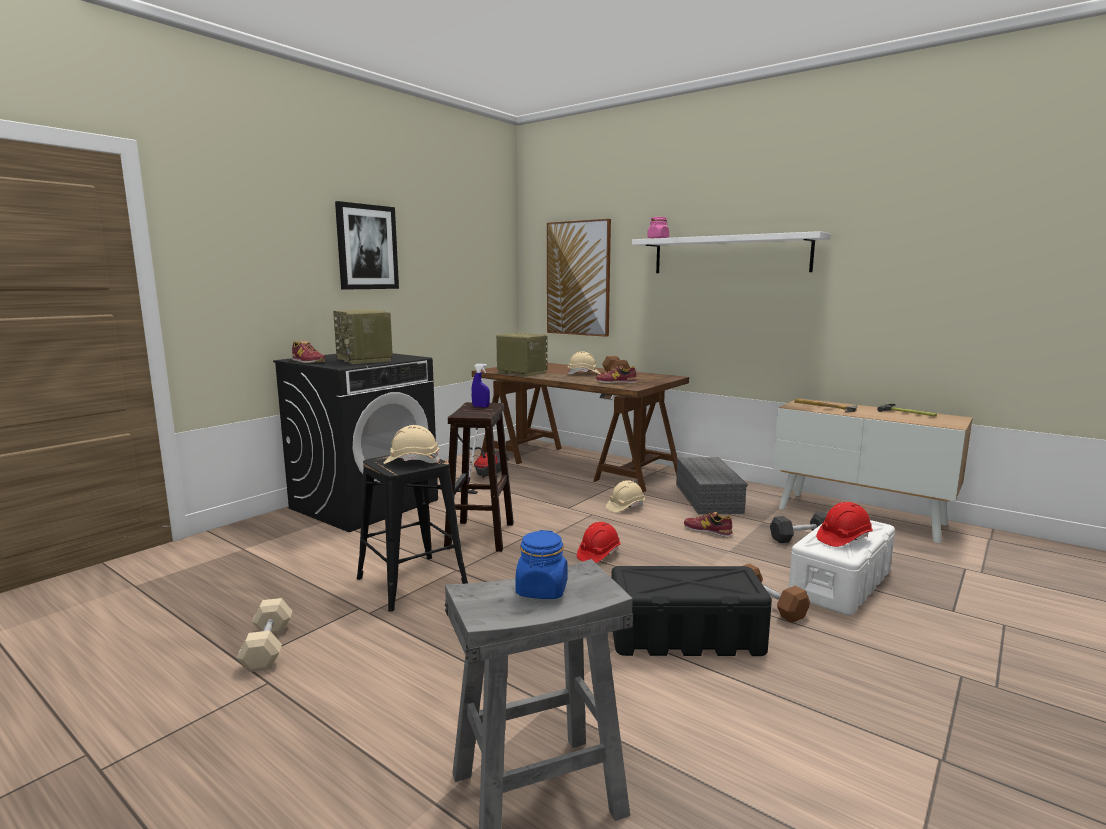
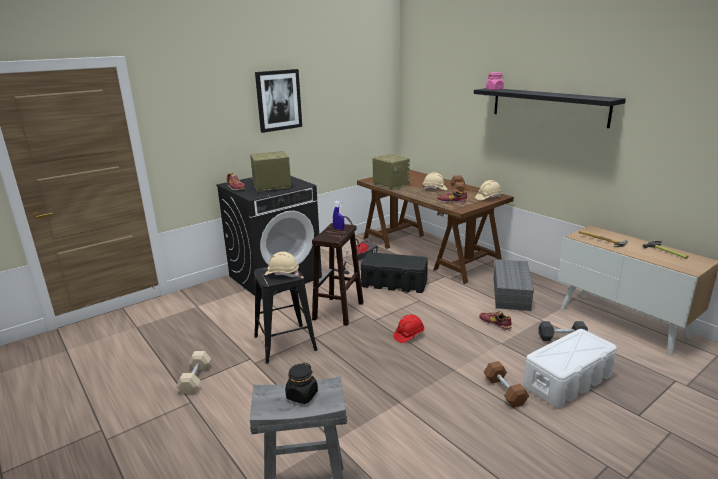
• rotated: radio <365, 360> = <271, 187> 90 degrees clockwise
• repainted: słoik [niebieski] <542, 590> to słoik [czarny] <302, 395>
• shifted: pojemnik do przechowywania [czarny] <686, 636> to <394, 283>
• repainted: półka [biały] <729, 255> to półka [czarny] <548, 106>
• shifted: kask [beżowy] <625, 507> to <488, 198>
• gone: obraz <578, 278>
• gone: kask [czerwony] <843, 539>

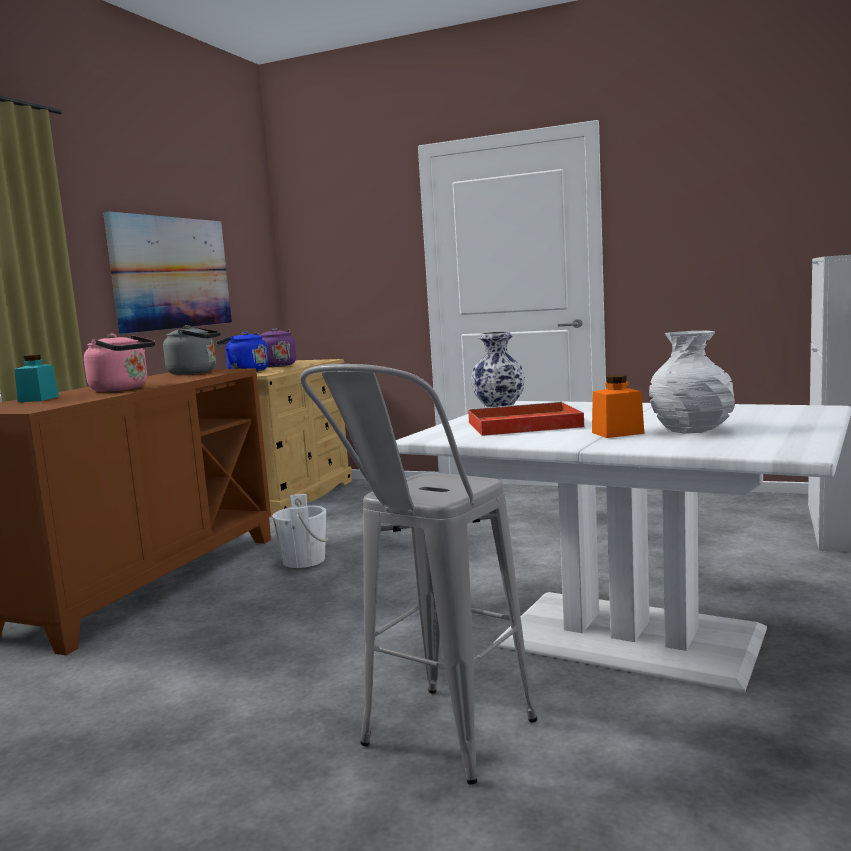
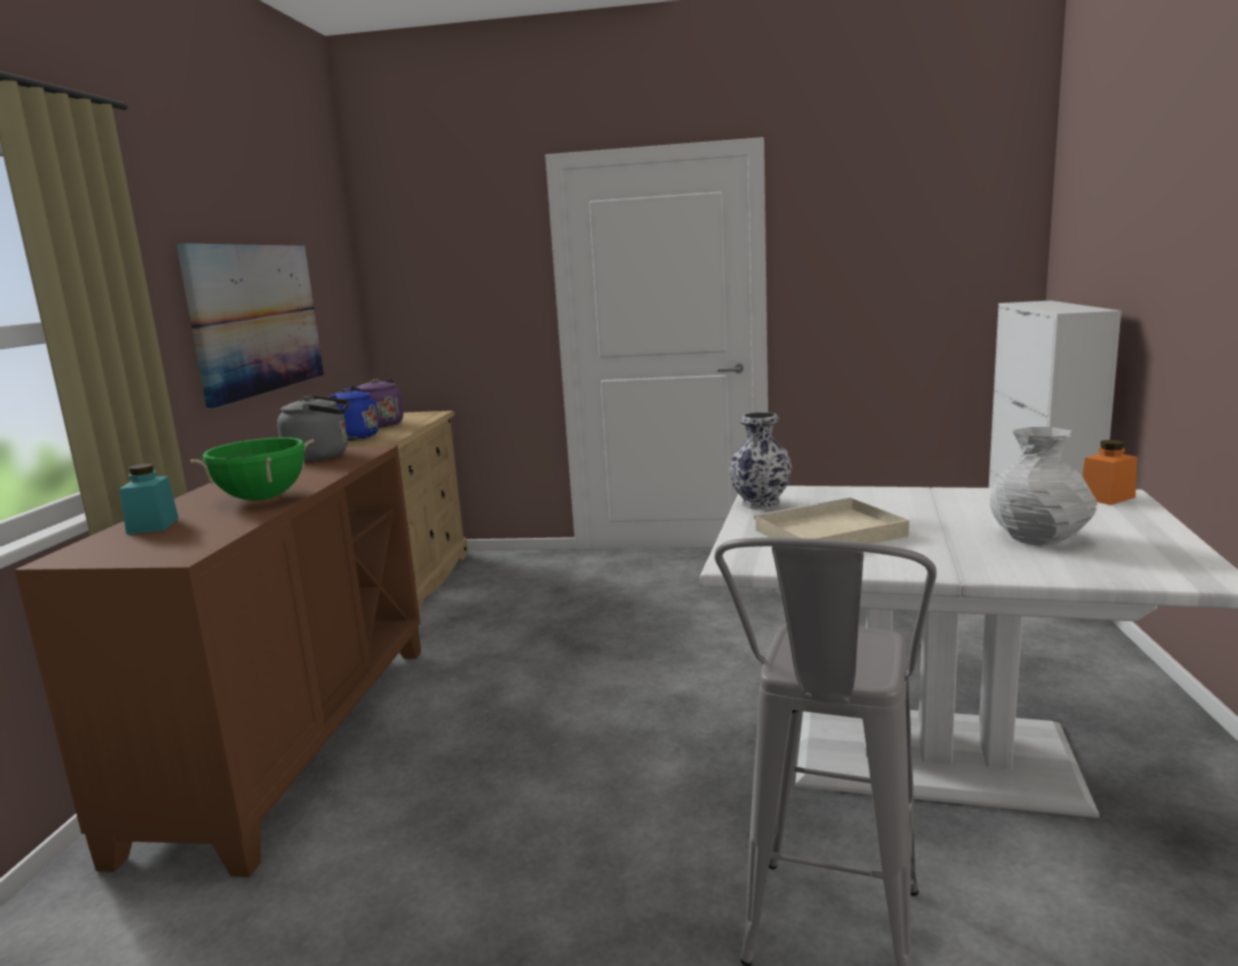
• swapped: czajnik [różowy] <123, 389> to garnek [zielony] <262, 498>
• repainted: taca [czerwony] <521, 425> to taca [beżowy] <827, 534>
• shifted: słoik [pomarańczowy] <617, 433> to <1107, 497>
• gone: wiadro [biały] <304, 560>

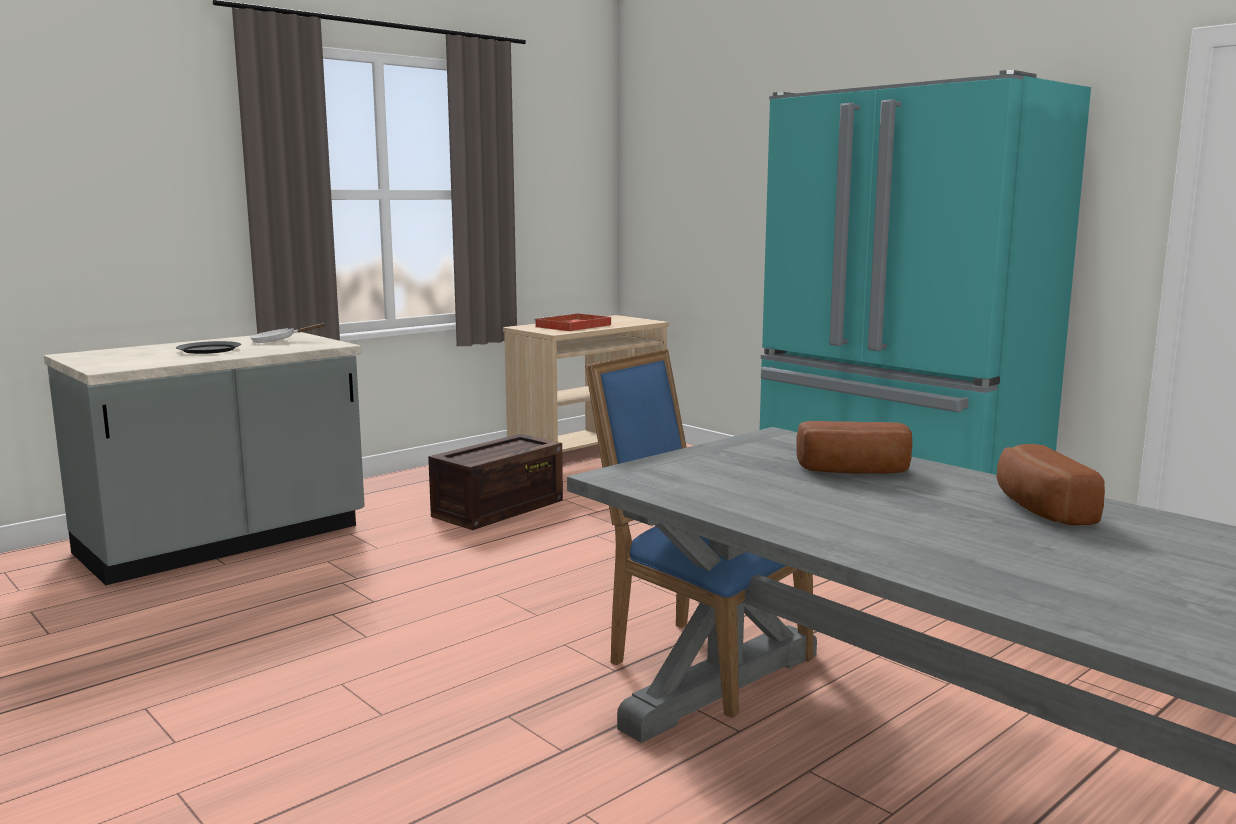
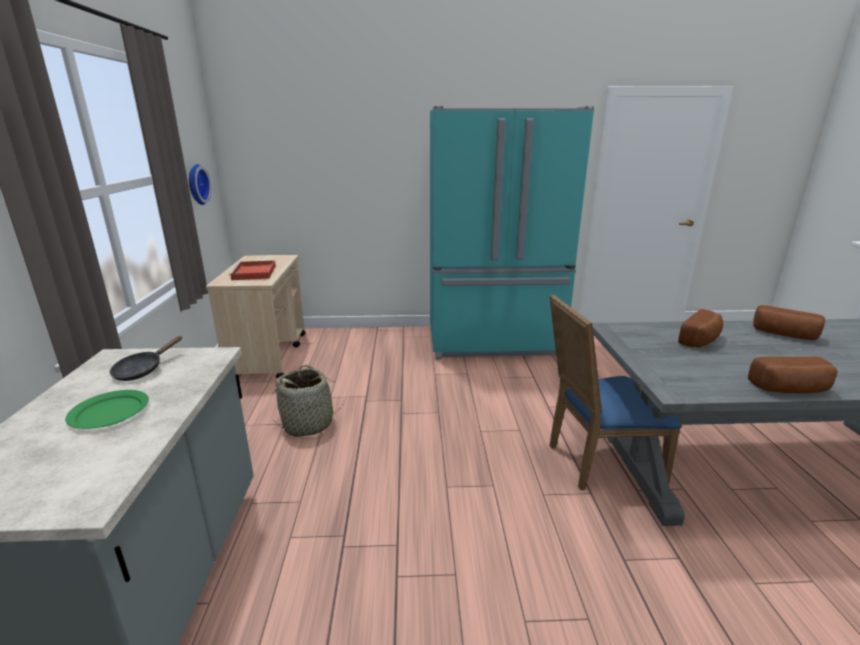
• repainted: talerz [czarny] <209, 350> to talerz [zielony] <110, 412>
• repainted: patelnia [biały] <278, 341> to patelnia [czarny] <142, 370>
• new: zegar ścienny <196, 184>
• swapped: skrzynka <498, 509> to koszyk <308, 424>
• new: chleb <791, 390>

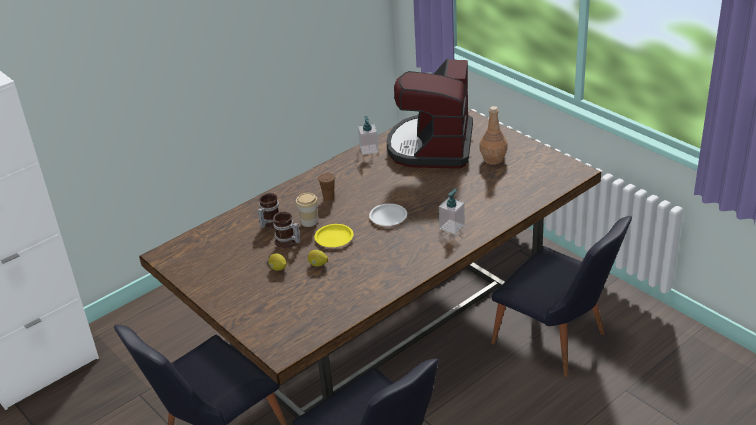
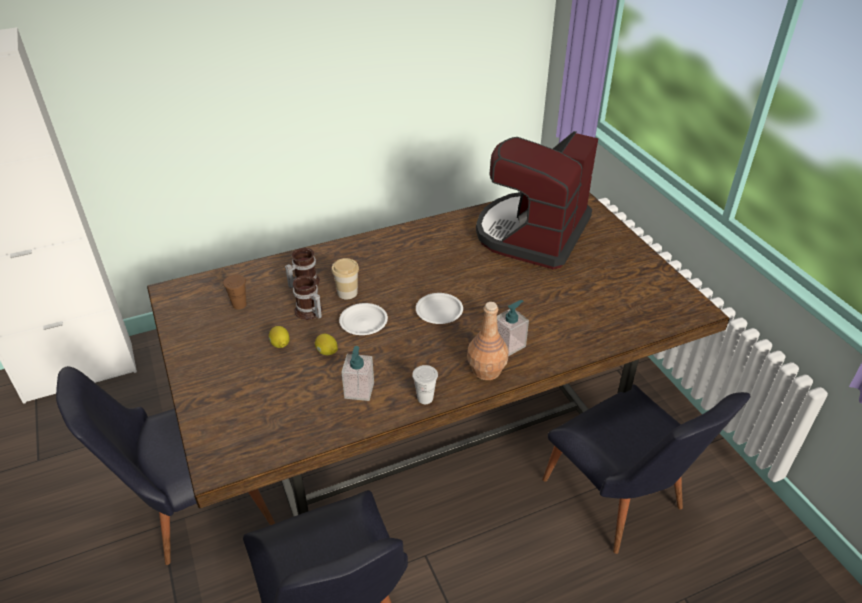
• shifted: filiżanka [brązowy] <328, 197> to <239, 305>
• repainted: talerz [żółty] <334, 238> to talerz [biały] <364, 322>
• shifted: dozownik mydła <369, 149> to <359, 390>
• new: filiżanka [biały] <425, 398>
• shifted: butelka [brązowy] <493, 159> to <486, 370>

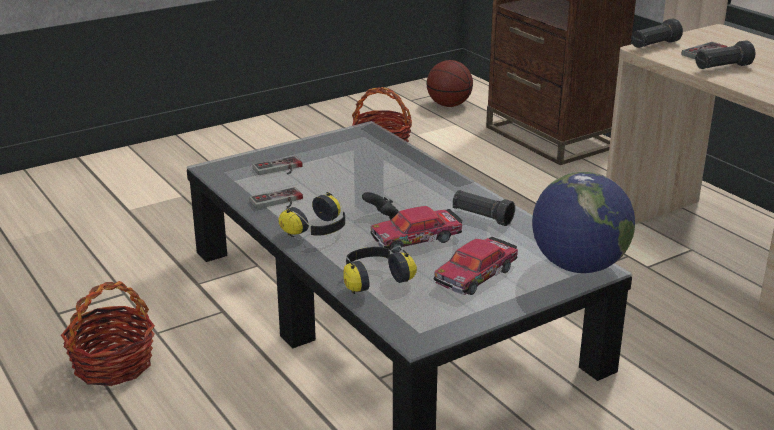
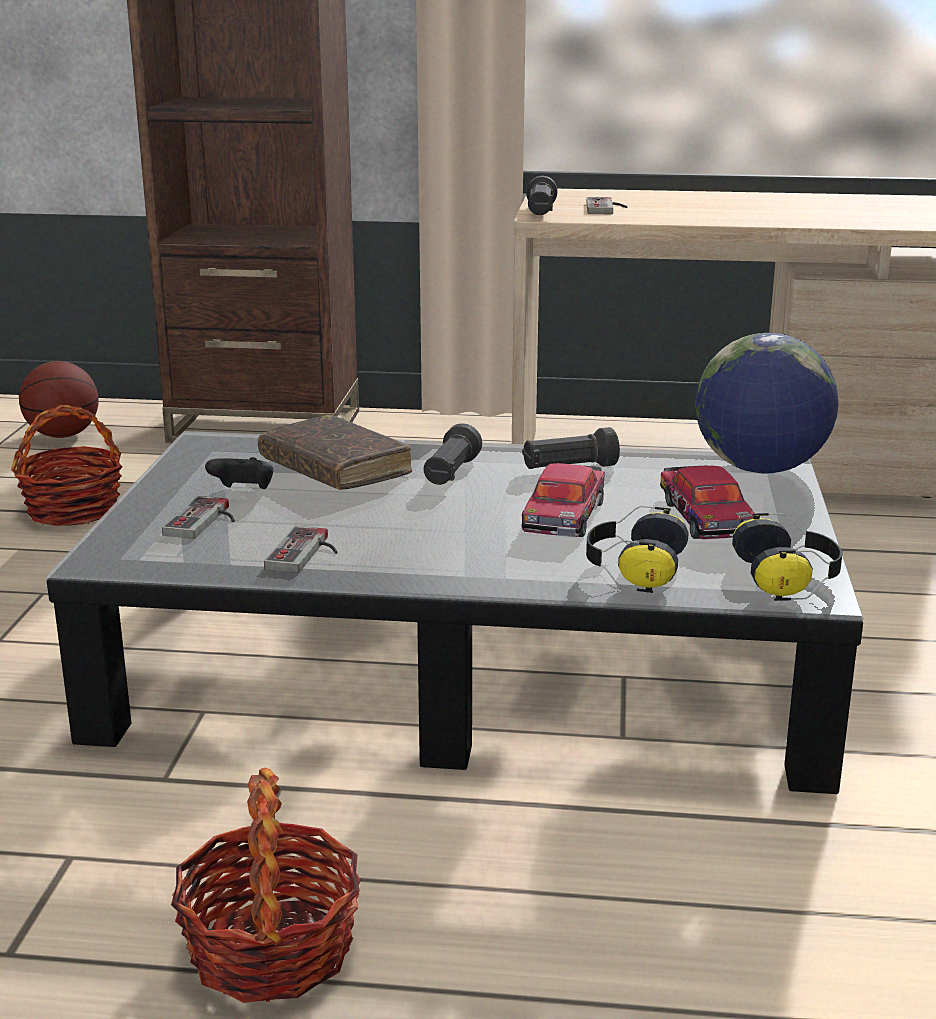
• shifted: pad do gier [czarny] <382, 218> to <243, 491>
• new: książka [brązowy] <335, 468>
• shifted: latarka [czarny] <722, 68> to <451, 474>
• shifted: słuchawki <318, 231> to <788, 579>

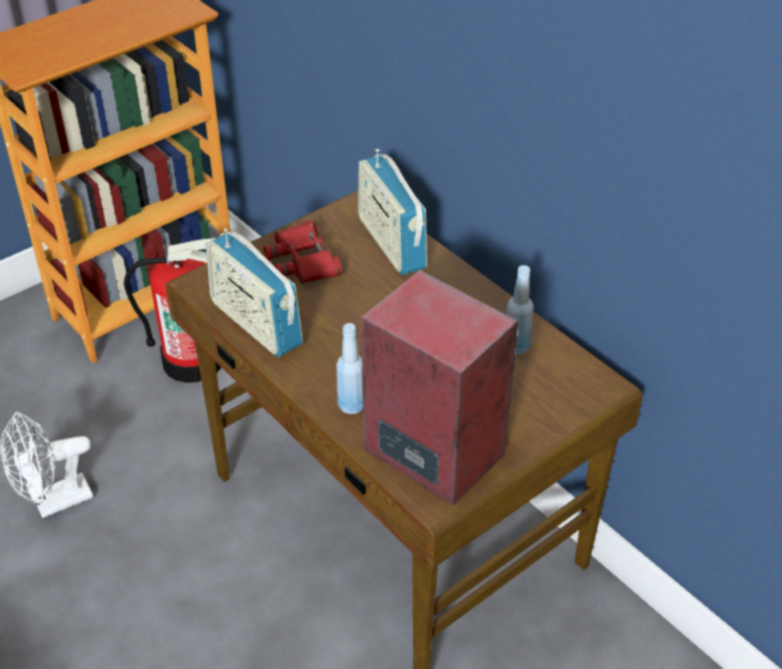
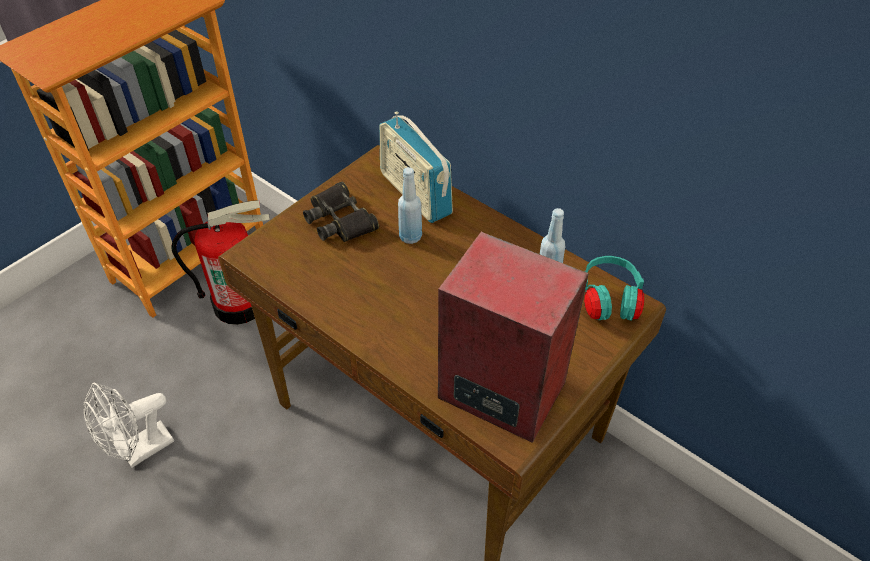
• repainted: lornetka [czerwony] <302, 261> to lornetka [czarny] <340, 220>
• shifted: butelka [niebieski] <352, 405> to <410, 237>
• new: słuchawki [turkusowy] <609, 302>
• gone: radio <255, 324>

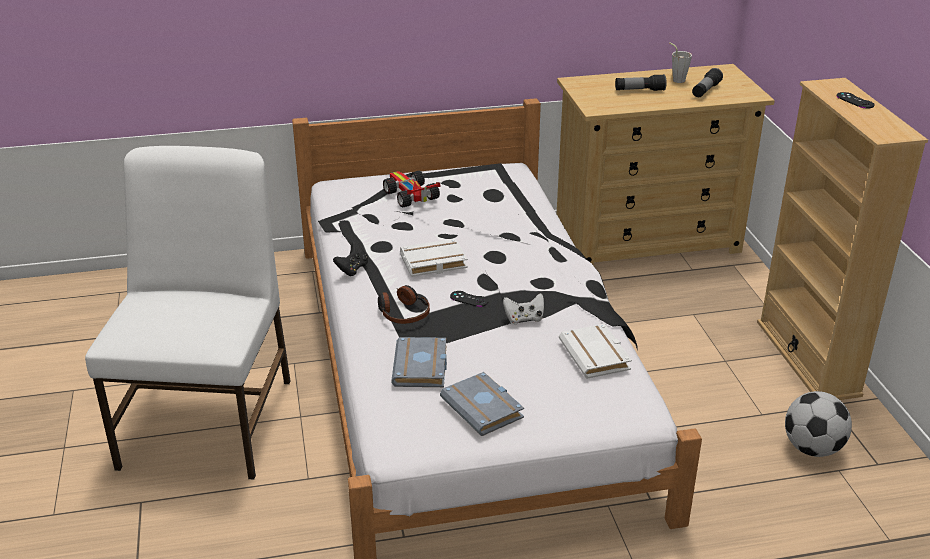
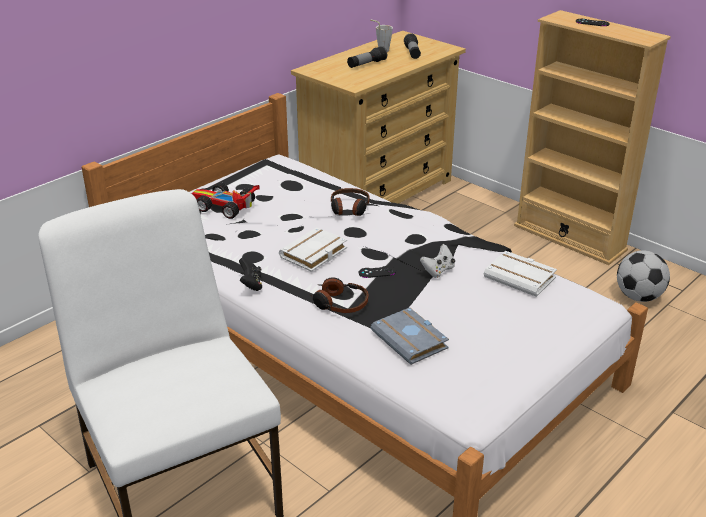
• new: słuchawki <349, 208>
• gone: książka [szary] <485, 409>

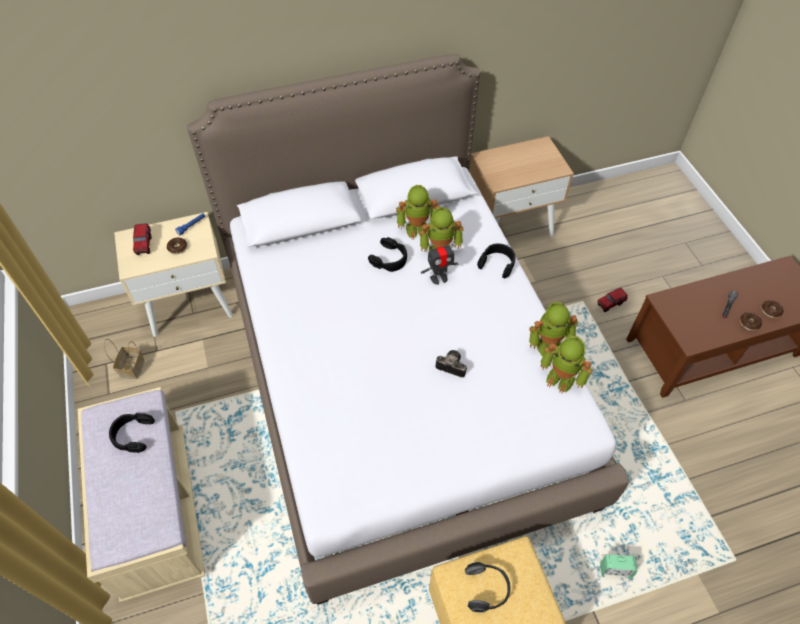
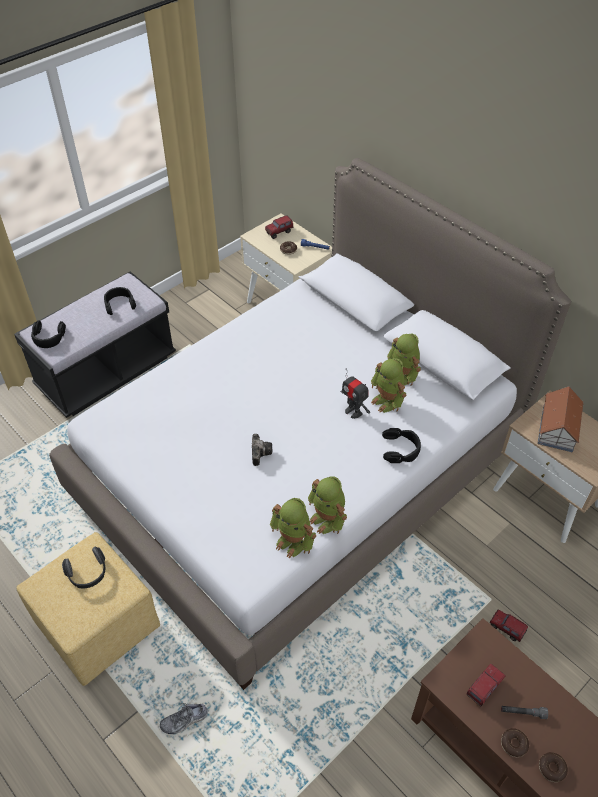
• repainted: ławka [beżowy] <156, 512> to ławka [czarny] <107, 372>
• shifted: słuchawki [czarny] <389, 259> to <48, 337>
• swapped: budzik <614, 570> to but <184, 720>
• rotated: robot zabawkowy <562, 377> = <293, 541> 60 degrees counterclockwise
• new: ciężarówka zabawkowa <484, 688>
• new: domek <557, 428>
• gone: koszyk <132, 367>

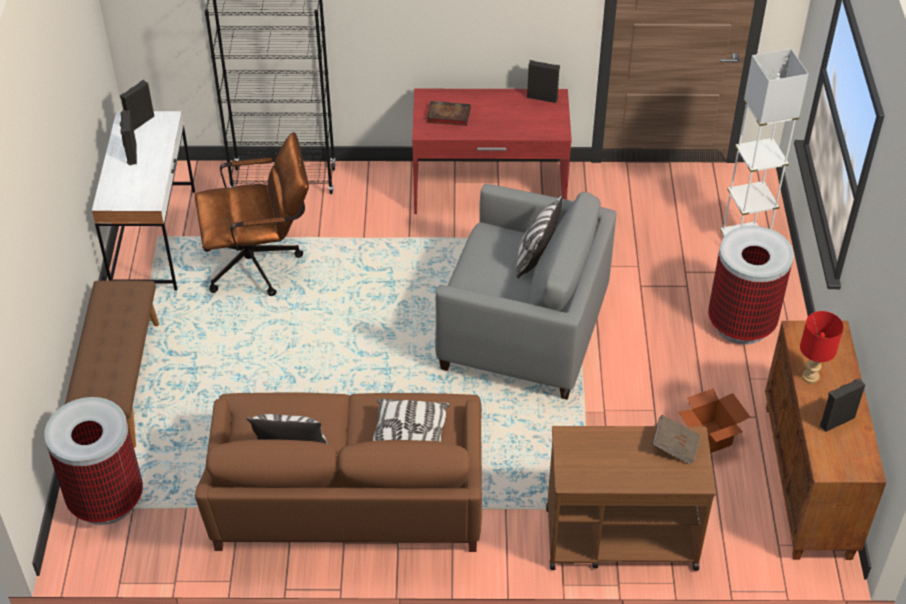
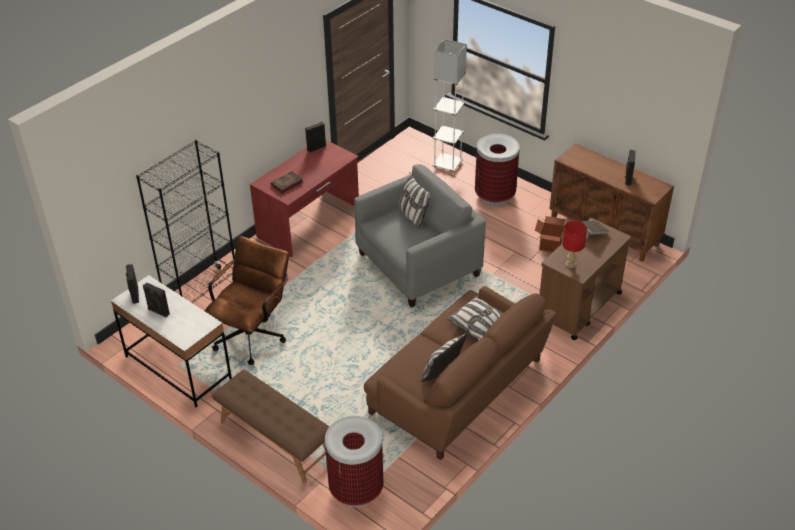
• shifted: lampa stołowa [czerwony] <810, 377> to <571, 264>

